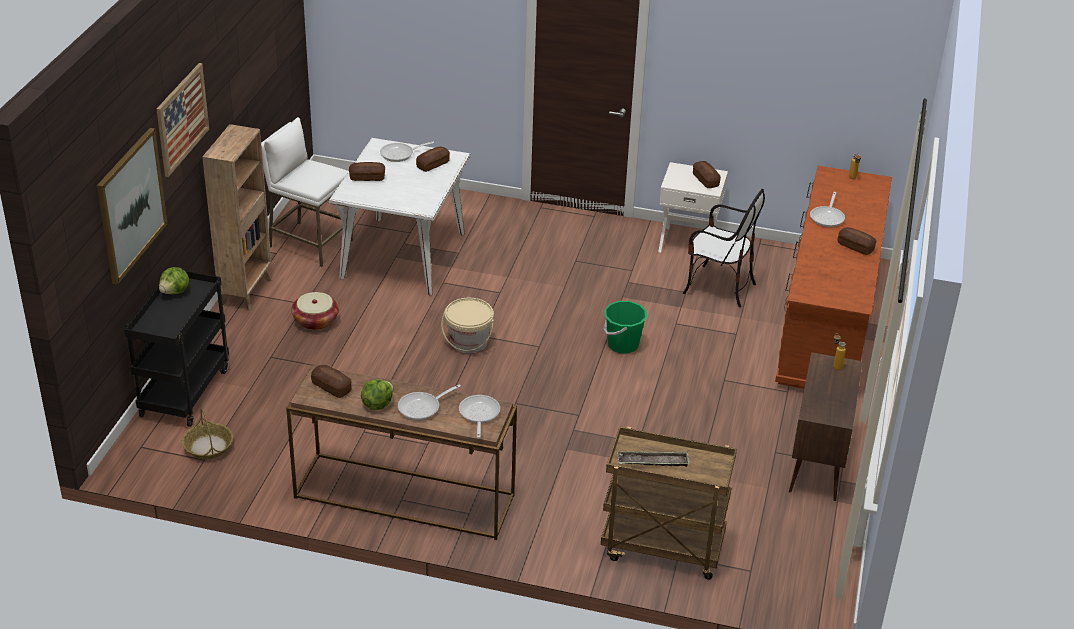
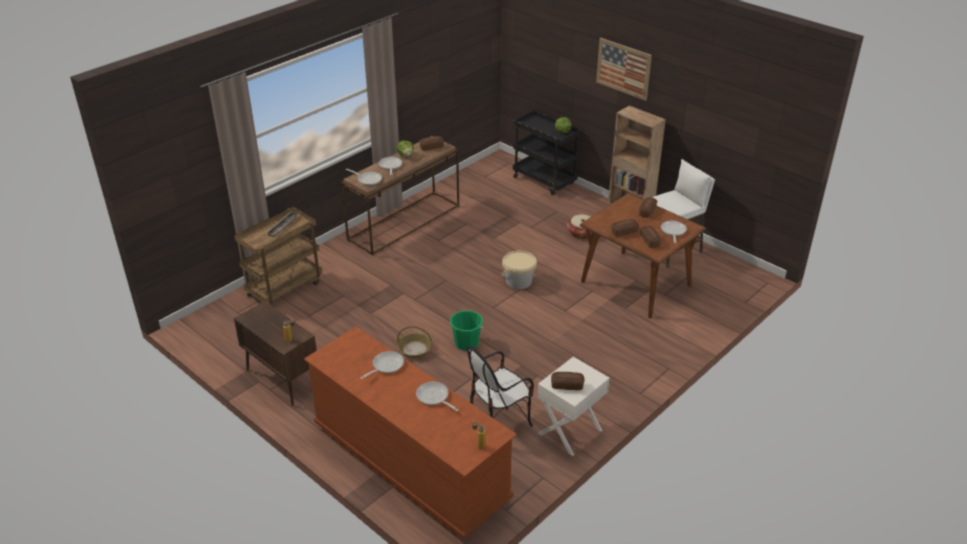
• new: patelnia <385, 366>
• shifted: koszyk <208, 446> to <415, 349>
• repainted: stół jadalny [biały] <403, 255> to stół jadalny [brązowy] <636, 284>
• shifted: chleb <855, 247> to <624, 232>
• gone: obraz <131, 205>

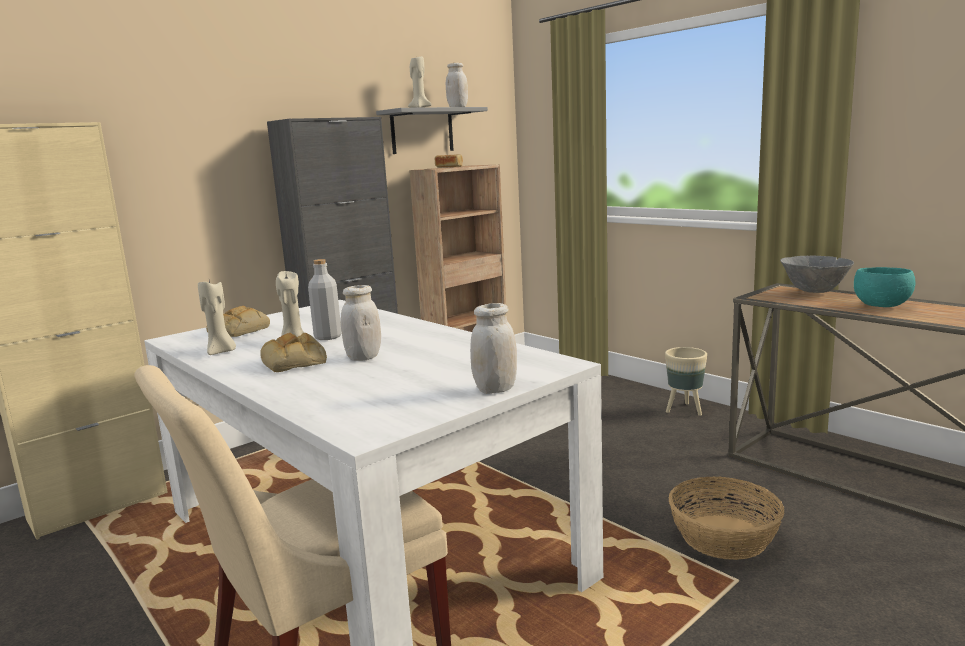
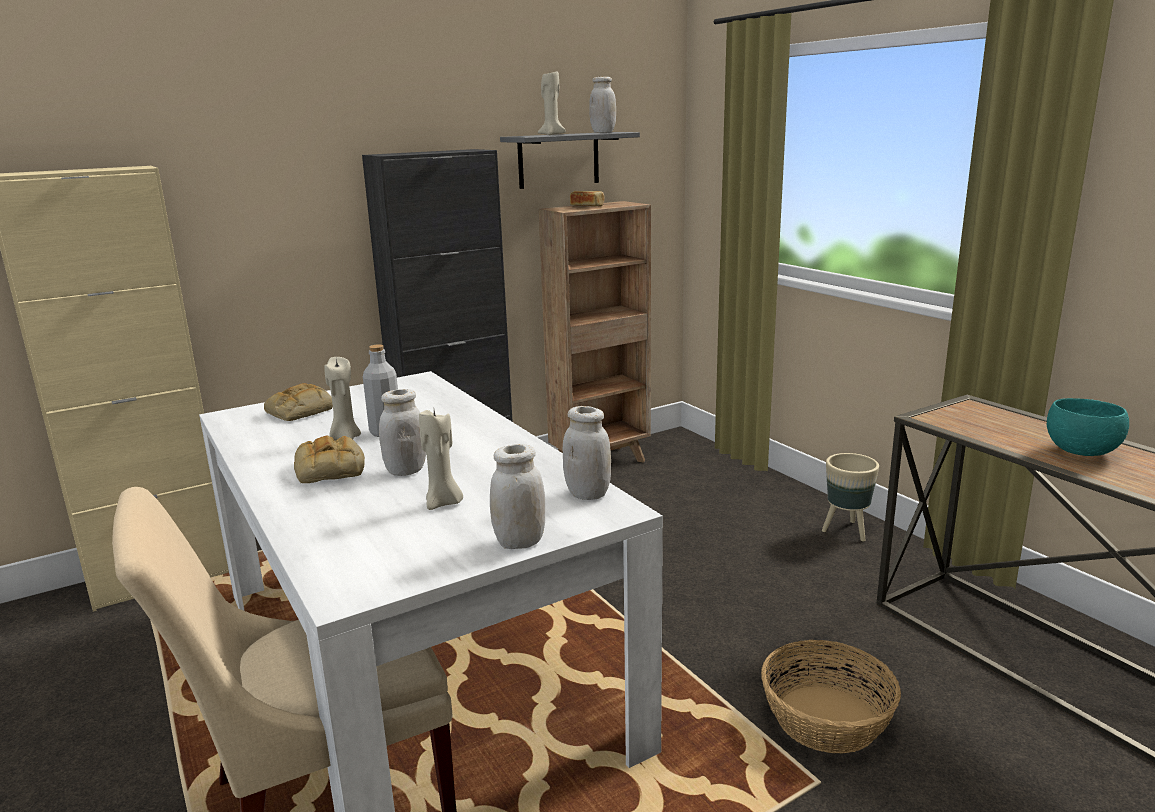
• shifted: świeca [beżowy] <221, 352> to <443, 503>
• new: słoik [biały] <587, 494>
• gone: miska [szary] <814, 292>

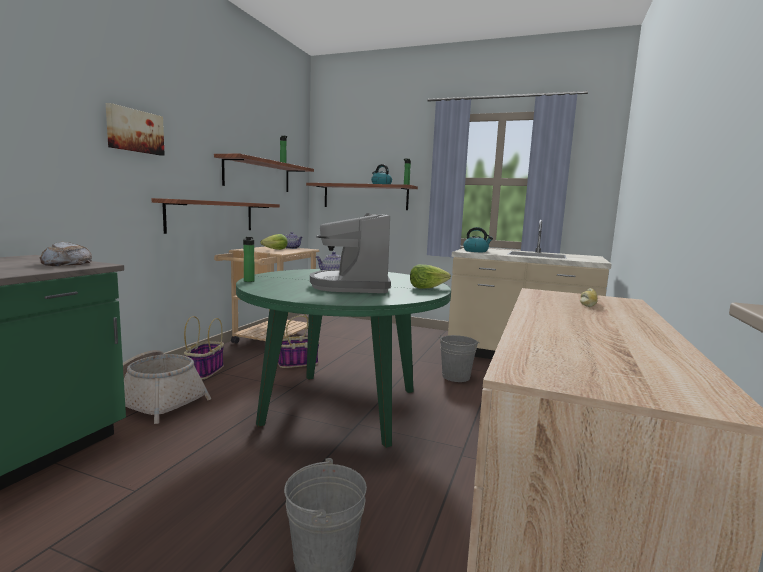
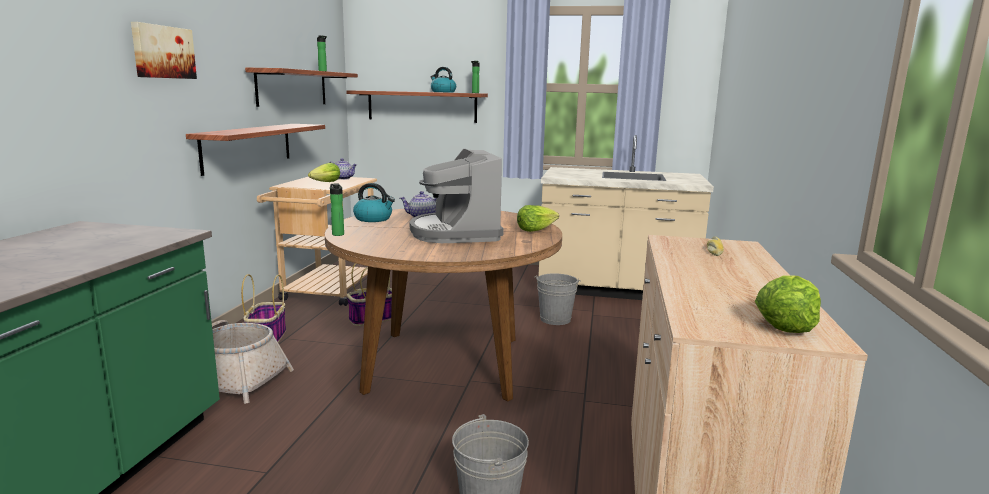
• repainted: stół jadalny [zielony] <342, 406> to stół jadalny [brązowy] <445, 363>
• shifted: czajnik <476, 251> to <374, 219>
• new: sałata <786, 324>
• gone: chleb <66, 263>

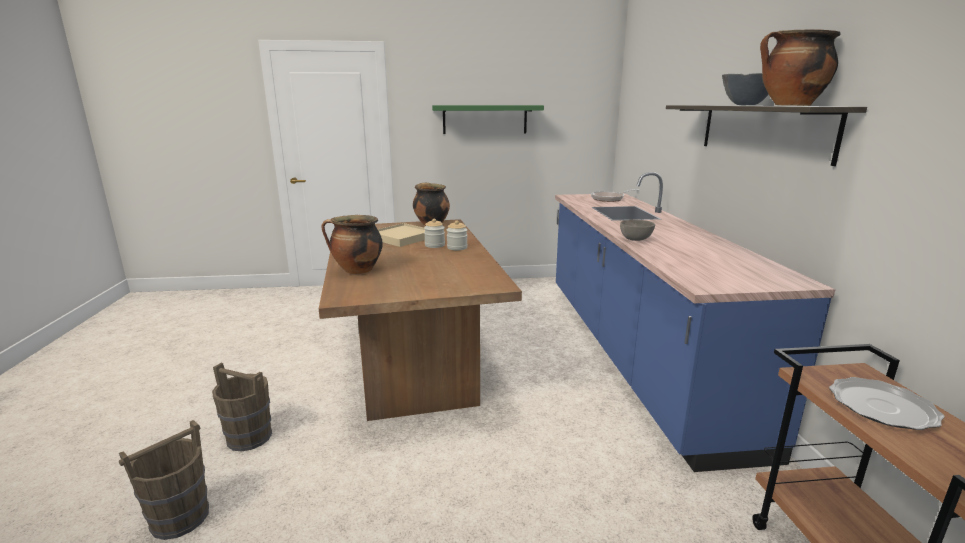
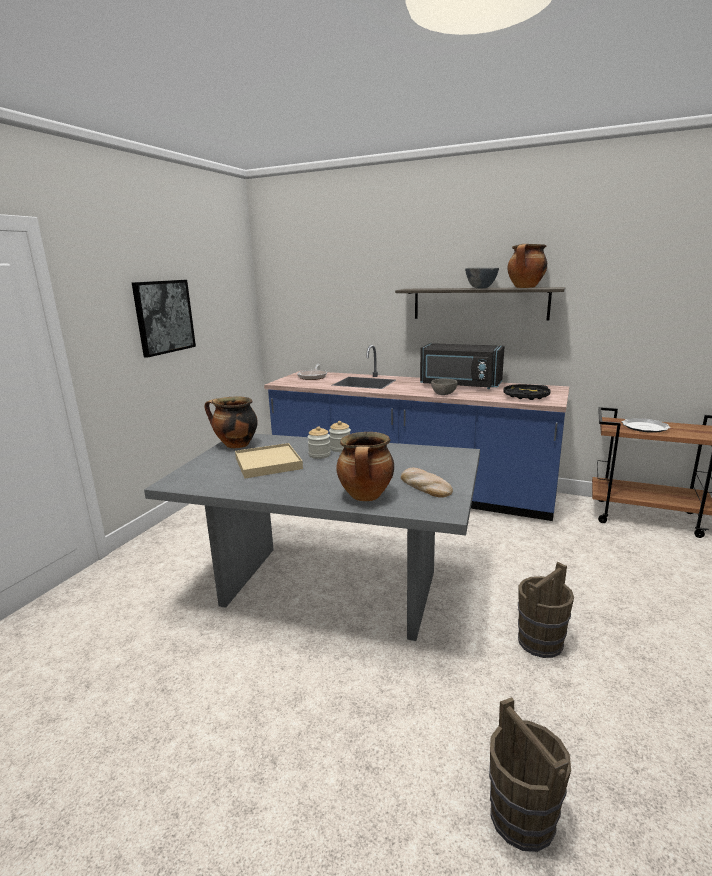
• swapped: półka [zielony] <485, 119> to obraz <164, 317>
• repainted: stół jadalny [brązowy] <415, 364> to stół jadalny [szary] <332, 588>
• new: chleb <424, 486>
• new: mikrofalówka [czarny] <459, 385>
• new: taca [czarny] <526, 396>
• shifted: wiadro [brązowy] <249, 437> to <539, 642>

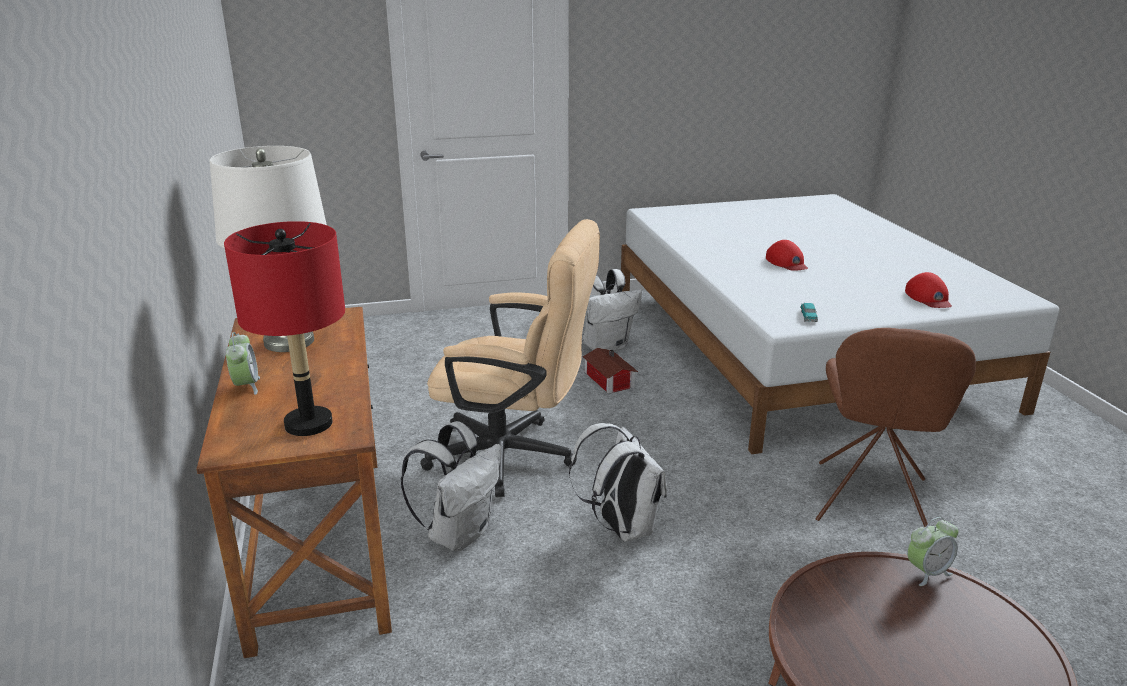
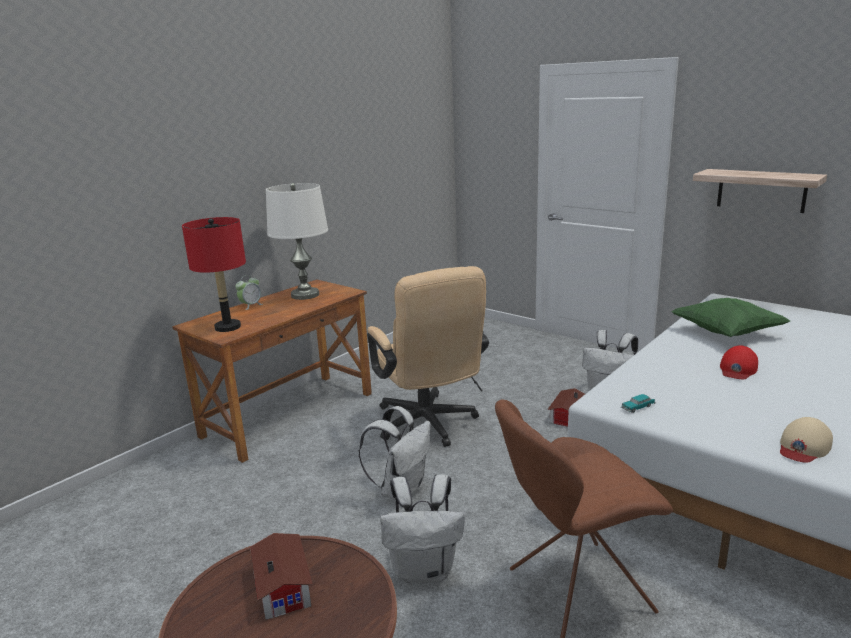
• new: domek <284, 584>
• shifted: plecak [biały] <459, 533> to <425, 570>
• new: poduszka [zielony] <726, 333>
• new: półka <761, 190>
• repainted: czapka z daszkiem [czerwony] <928, 297> to czapka z daszkiem [beżowy] <803, 446>
• gone: budzik <927, 572>

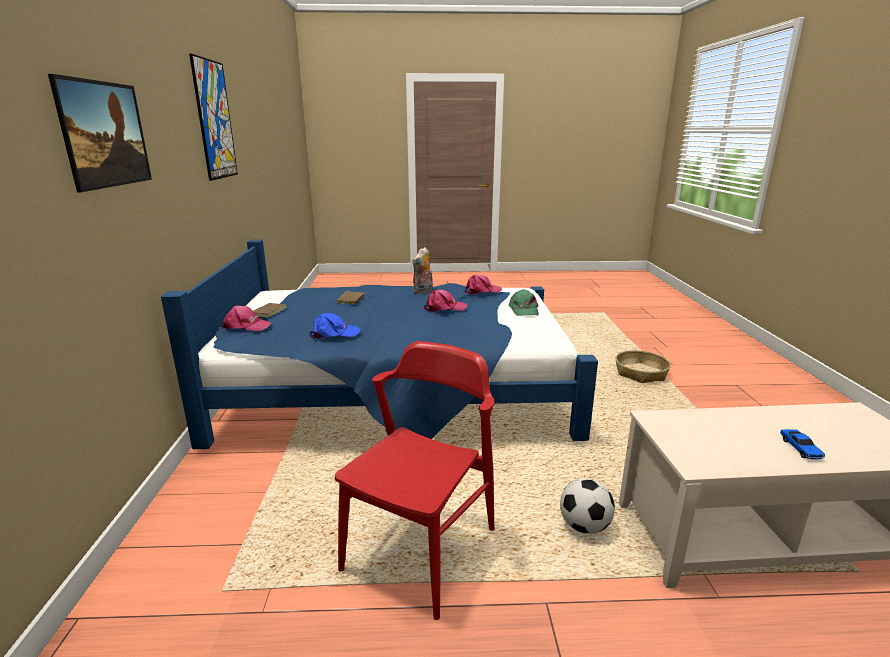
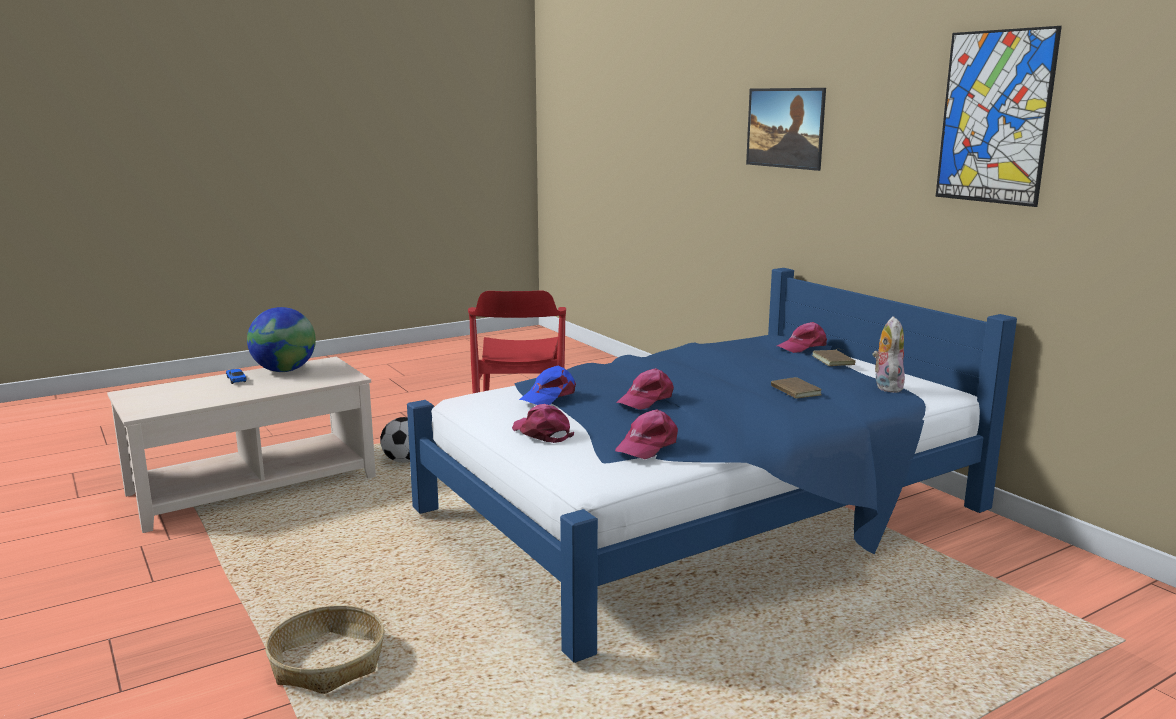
• new: globus <284, 370>
• repainted: czapka z daszkiem [zielony] <523, 310> to czapka z daszkiem [różowy] <542, 433>
• shifted: czapka z daszkiem [niebieski] <334, 334> to <549, 396>
• shifted: pluszak <423, 291> to <886, 386>

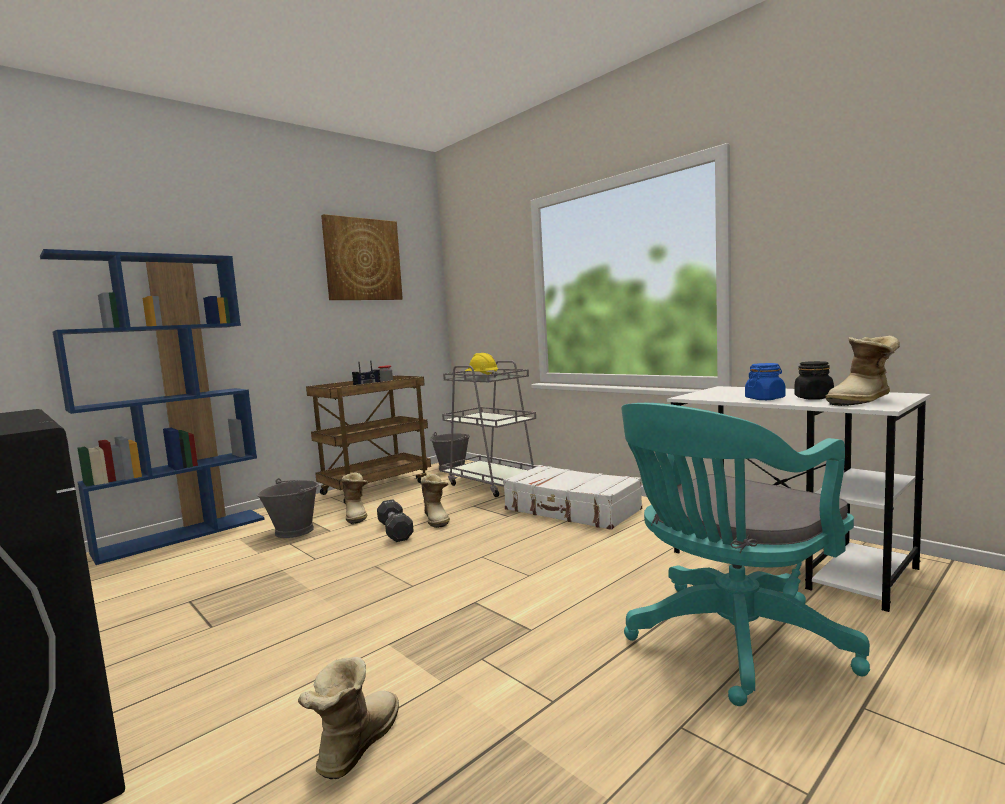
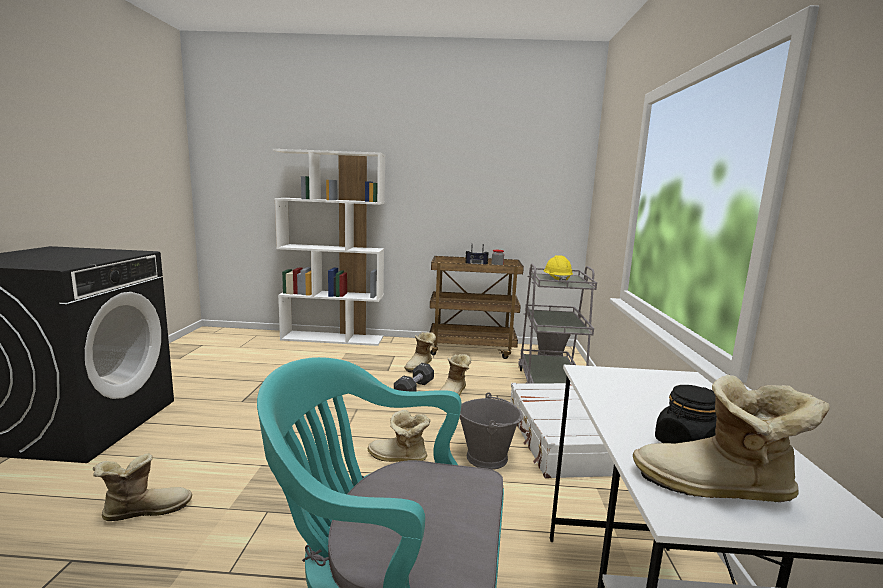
• repainted: regał [niebieski] <183, 535> to regał [biały] <333, 338>
• new: but z cholewką <398, 459>
• shifted: wiadro [szary] <294, 531> to <487, 457>
• gone: obraz <362, 259>
• gone: słoik [niebieski] <765, 399>

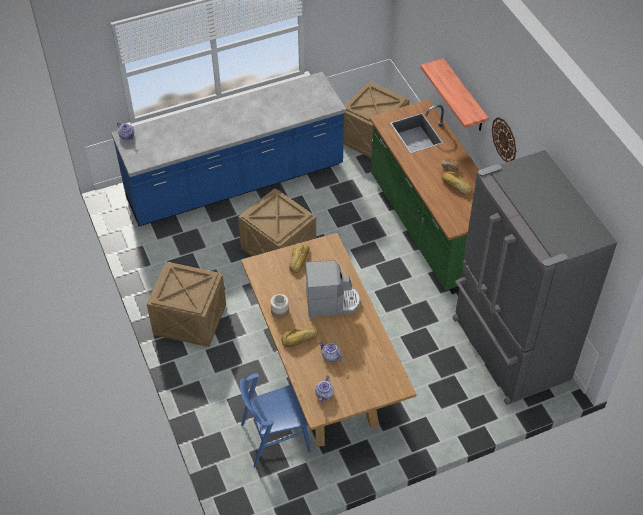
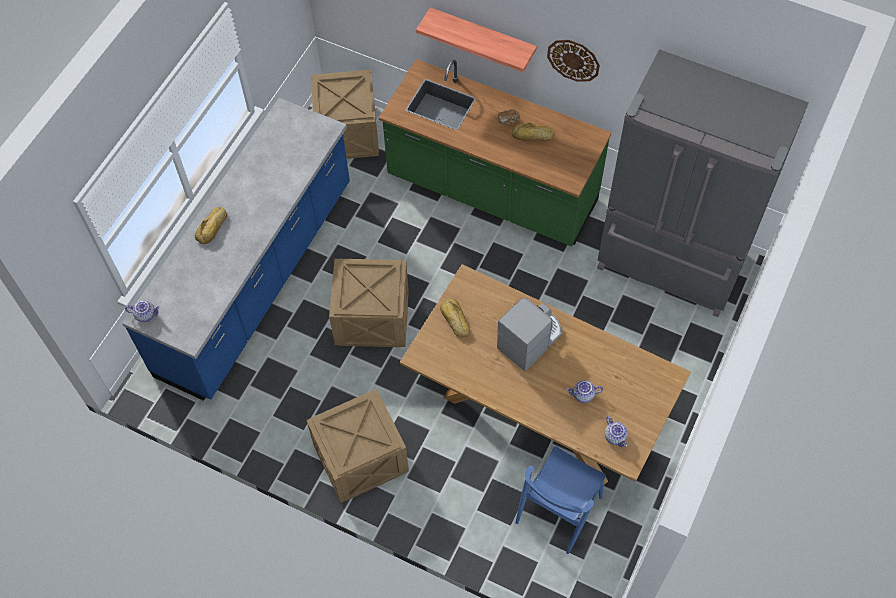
• shifted: chleb <300, 339> to <213, 227>
• gone: słoik <279, 311>

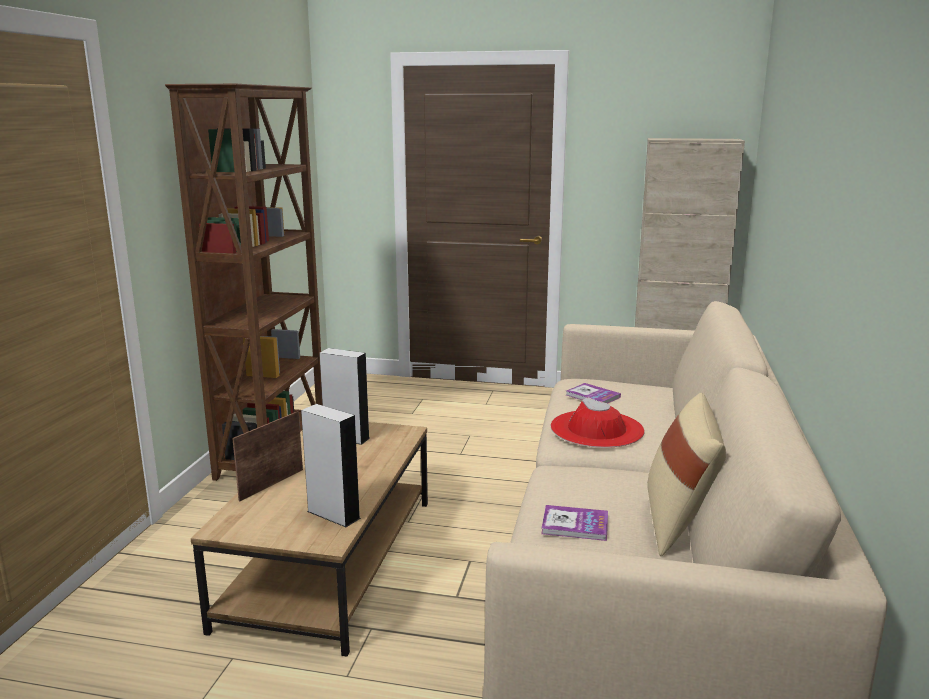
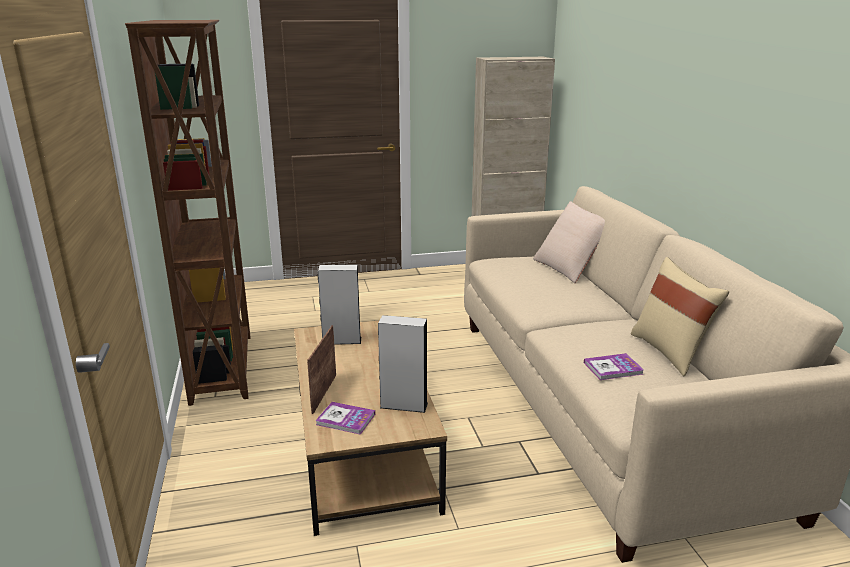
• shifted: książka <592, 396> to <345, 419>
• new: poduszka [beżowy] <570, 268>
• gone: kapelusz [czerwony] <597, 429>

